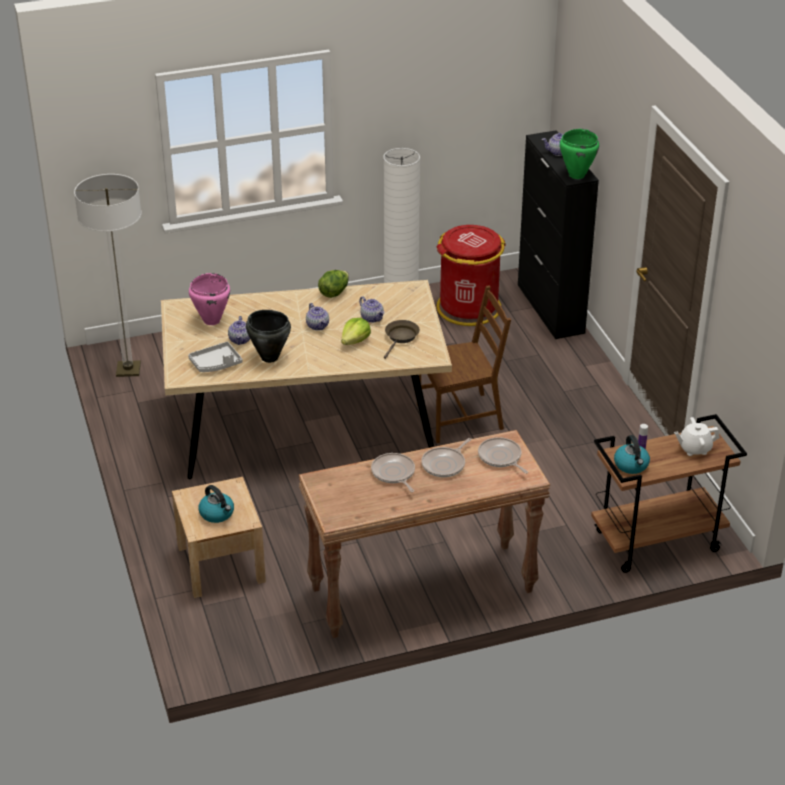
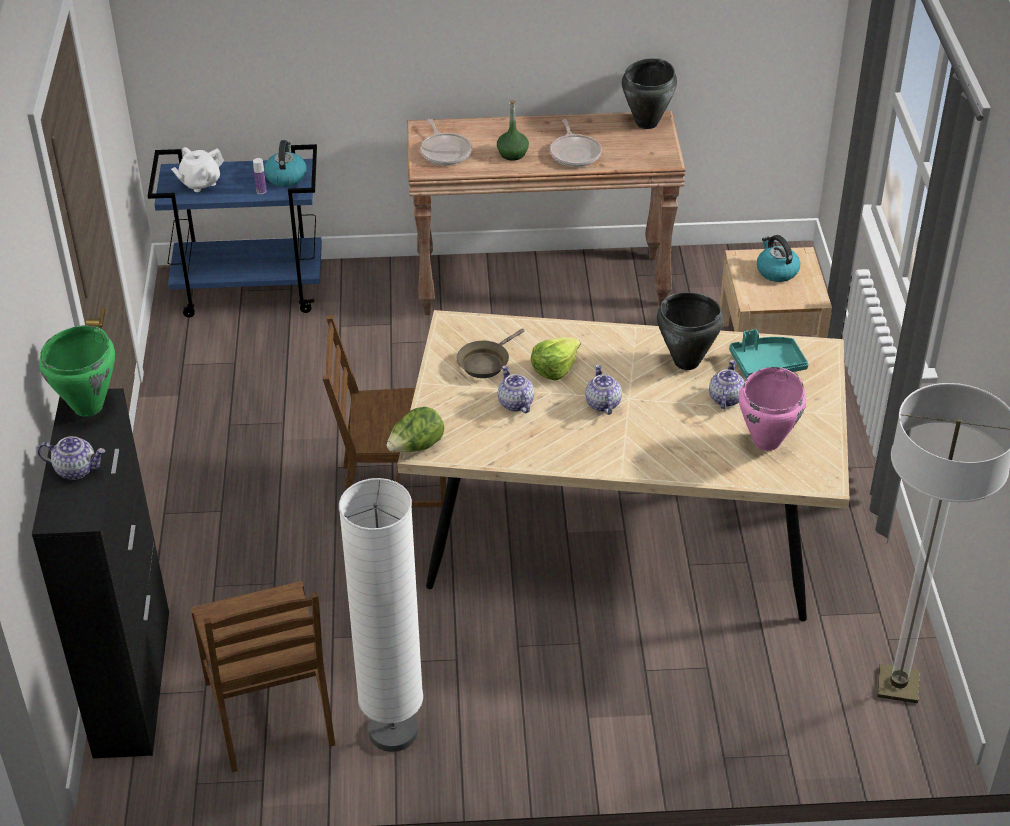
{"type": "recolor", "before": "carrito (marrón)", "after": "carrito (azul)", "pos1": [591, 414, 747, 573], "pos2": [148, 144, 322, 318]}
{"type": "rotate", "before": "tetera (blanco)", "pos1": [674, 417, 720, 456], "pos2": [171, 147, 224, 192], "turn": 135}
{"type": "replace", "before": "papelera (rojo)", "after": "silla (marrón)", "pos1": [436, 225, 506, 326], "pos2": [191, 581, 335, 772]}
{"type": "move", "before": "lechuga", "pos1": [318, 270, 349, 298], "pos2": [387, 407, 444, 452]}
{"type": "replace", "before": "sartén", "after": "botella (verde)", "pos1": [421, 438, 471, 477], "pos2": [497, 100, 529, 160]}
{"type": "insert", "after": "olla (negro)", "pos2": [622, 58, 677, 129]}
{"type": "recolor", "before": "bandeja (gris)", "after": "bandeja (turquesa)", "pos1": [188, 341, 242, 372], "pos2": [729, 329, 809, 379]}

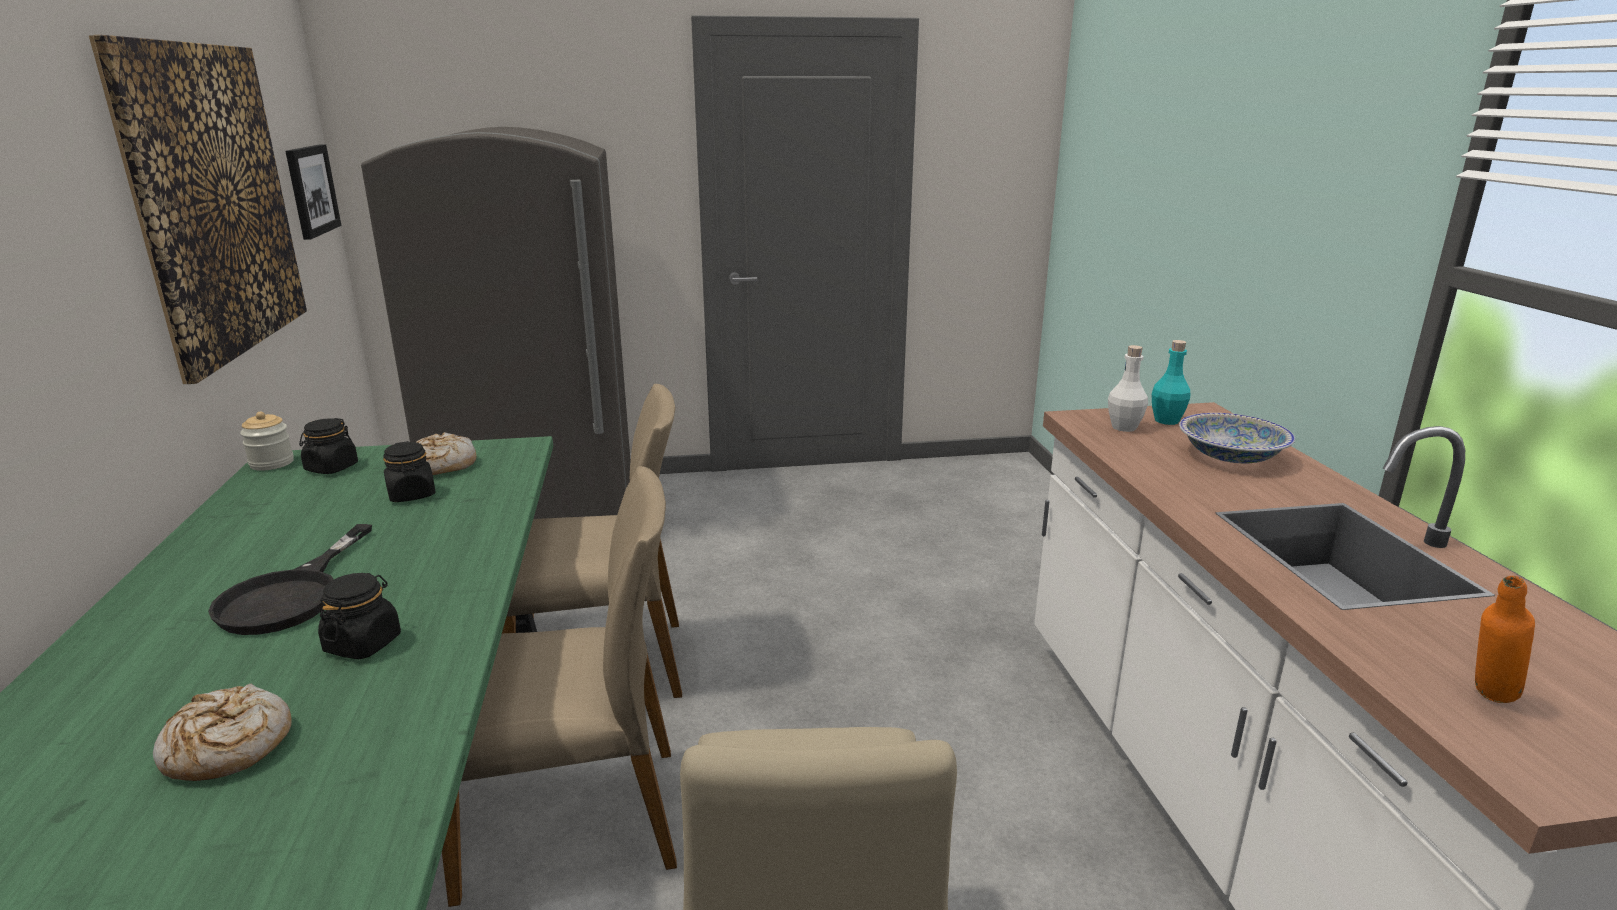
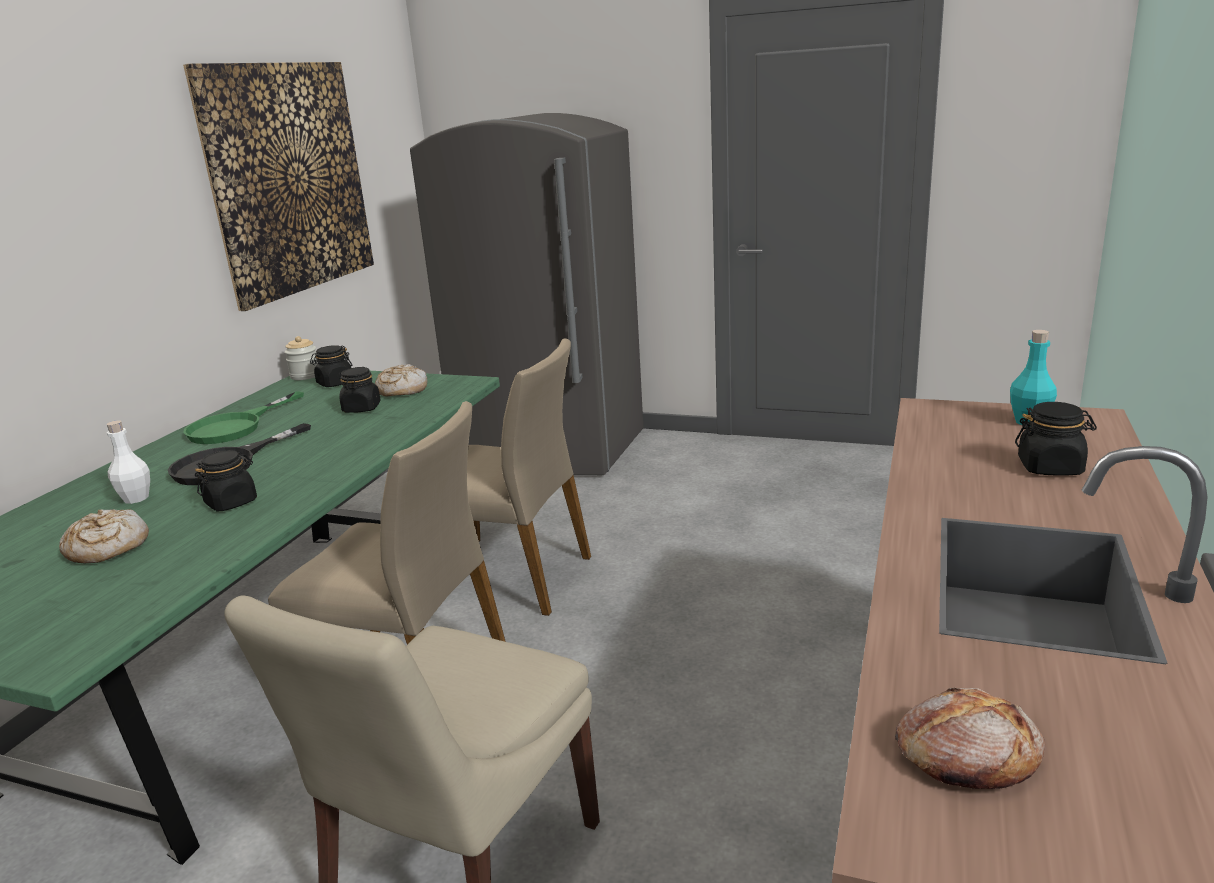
{"type": "move", "before": "botella (blanco)", "pos1": [1108, 345, 1148, 432], "pos2": [107, 420, 150, 504]}
{"type": "insert", "after": "sartén (verde)", "pos2": [183, 391, 304, 444]}
{"type": "replace", "before": "botella (naranja)", "after": "pan", "pos1": [1475, 576, 1535, 703], "pos2": [895, 688, 1045, 789]}
{"type": "replace", "before": "cuenco", "after": "tarro (negro)", "pos1": [1179, 413, 1295, 464], "pos2": [1015, 402, 1097, 476]}
{"type": "delete", "before": "cuadro", "pos1": [285, 144, 341, 240]}

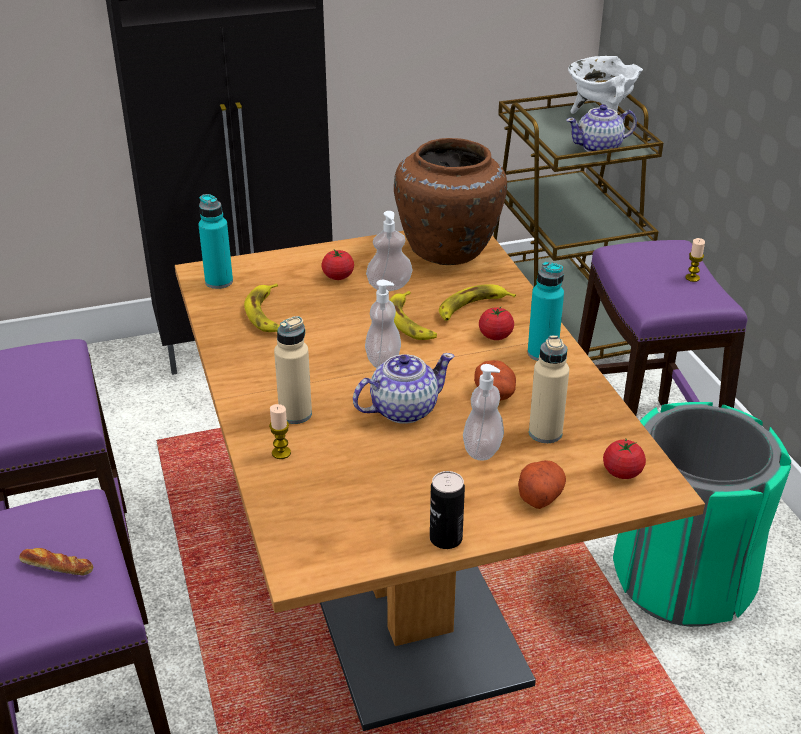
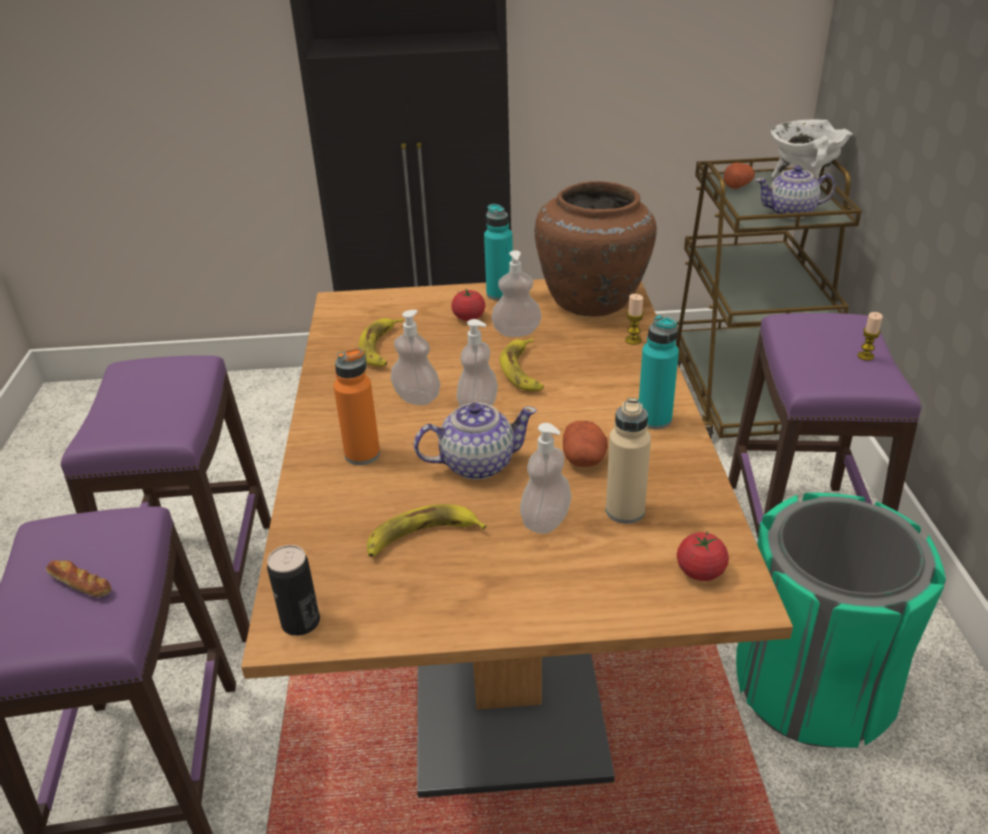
{"type": "move", "before": "lata", "pos1": [430, 471, 465, 549], "pos2": [267, 545, 320, 636]}
{"type": "recolor", "before": "botella (beis)", "after": "botella (naranja)", "pos1": [274, 316, 312, 424], "pos2": [334, 348, 380, 465]}
{"type": "move", "before": "plátano", "pos1": [439, 284, 516, 321], "pos2": [367, 504, 487, 557]}
{"type": "insert", "after": "dispensador de jabón", "pos2": [391, 310, 440, 405]}
{"type": "move", "before": "botella (turquesa)", "pos1": [198, 194, 233, 289], "pos2": [484, 204, 513, 301]}
{"type": "move", "before": "vela", "pos1": [269, 404, 291, 459], "pos2": [625, 294, 644, 345]}
{"type": "move", "before": "patata", "pos1": [518, 460, 566, 509], "pos2": [724, 162, 755, 189]}
{"type": "delete", "before": "tomate", "pos1": [479, 306, 514, 340]}

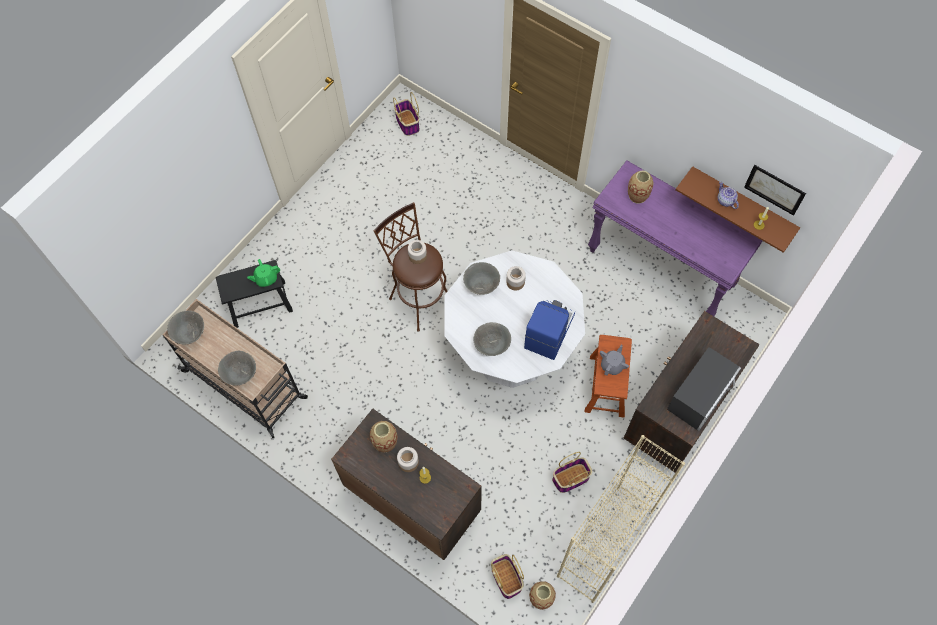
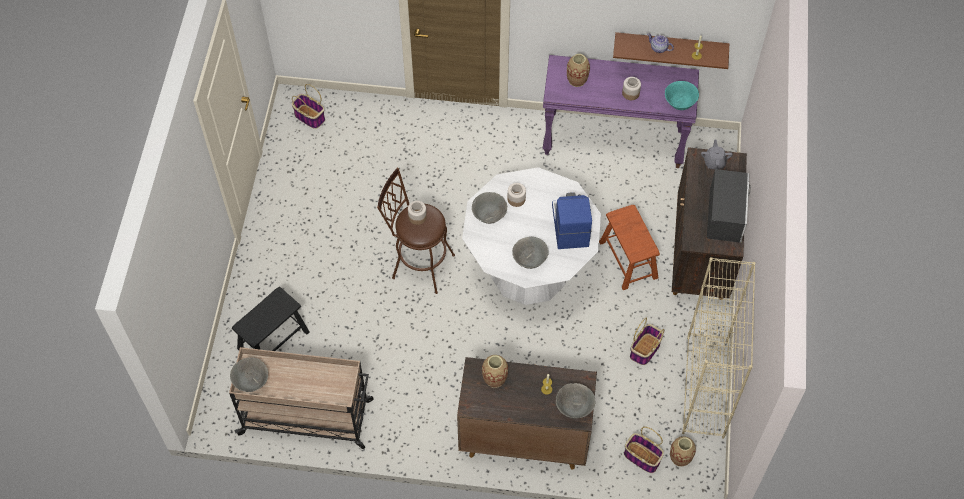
{"type": "move", "before": "cuenco (gris)", "pos1": [218, 351, 256, 386], "pos2": [556, 383, 596, 419]}
{"type": "move", "before": "tarro", "pos1": [397, 447, 419, 472], "pos2": [622, 77, 641, 100]}
{"type": "insert", "after": "cuenco (turquesa)", "pos2": [665, 81, 699, 110]}
{"type": "move", "before": "tetera (gris)", "pos1": [600, 345, 629, 376], "pos2": [701, 139, 733, 169]}
{"type": "delete", "before": "tetera (verde)", "pos1": [247, 259, 280, 287]}
{"type": "delete", "before": "cuadro", "pos1": [744, 165, 806, 216]}

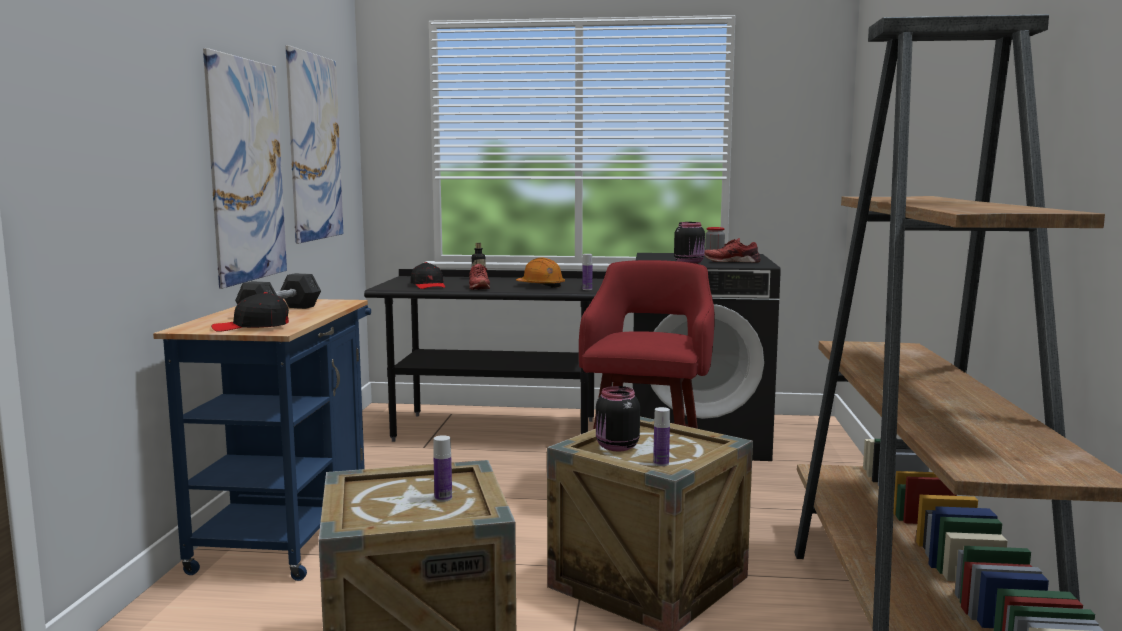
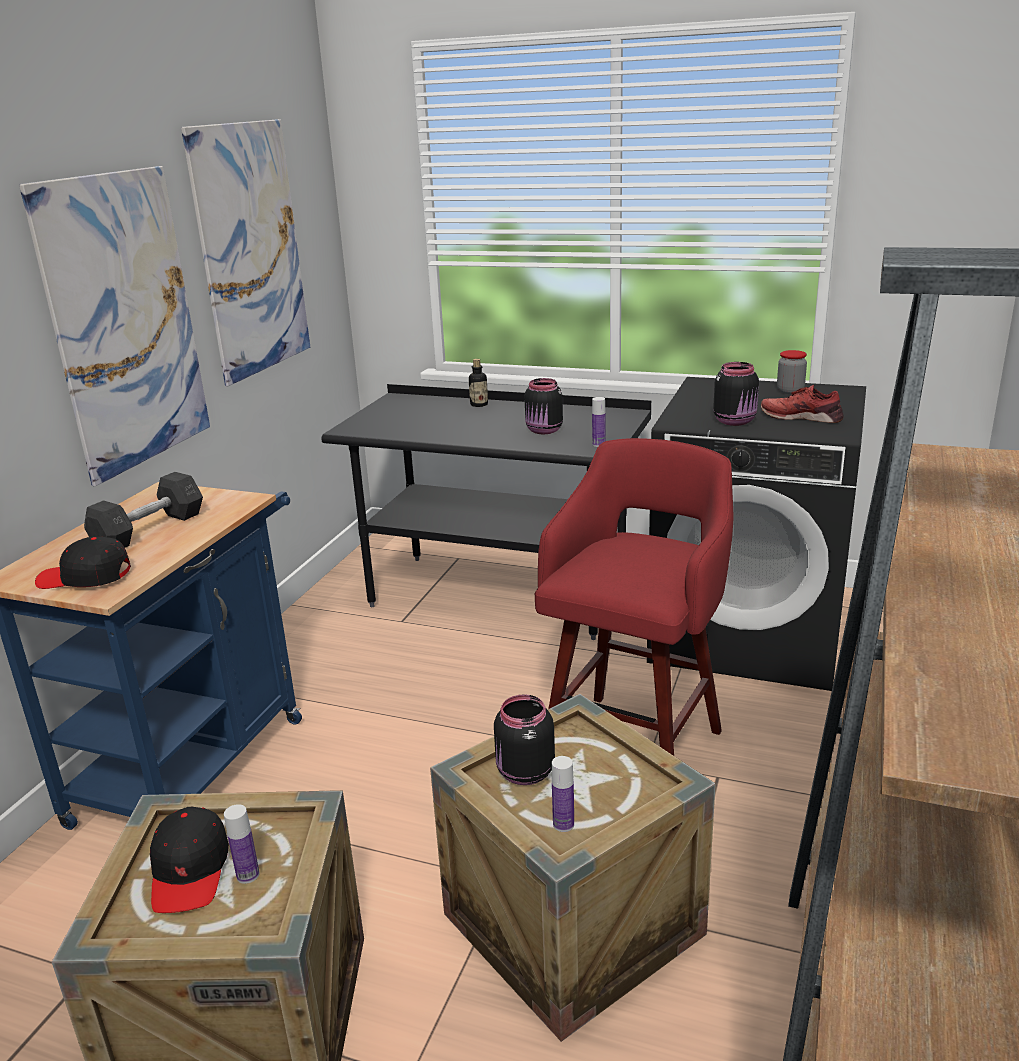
{"type": "move", "before": "gorra (negro)", "pos1": [411, 262, 445, 289], "pos2": [150, 807, 229, 913]}
{"type": "replace", "before": "casco (naranja)", "after": "tarro (negro)", "pos1": [516, 257, 565, 288], "pos2": [524, 378, 563, 434]}
{"type": "delete", "before": "zapato (rojo)", "pos1": [469, 264, 490, 290]}

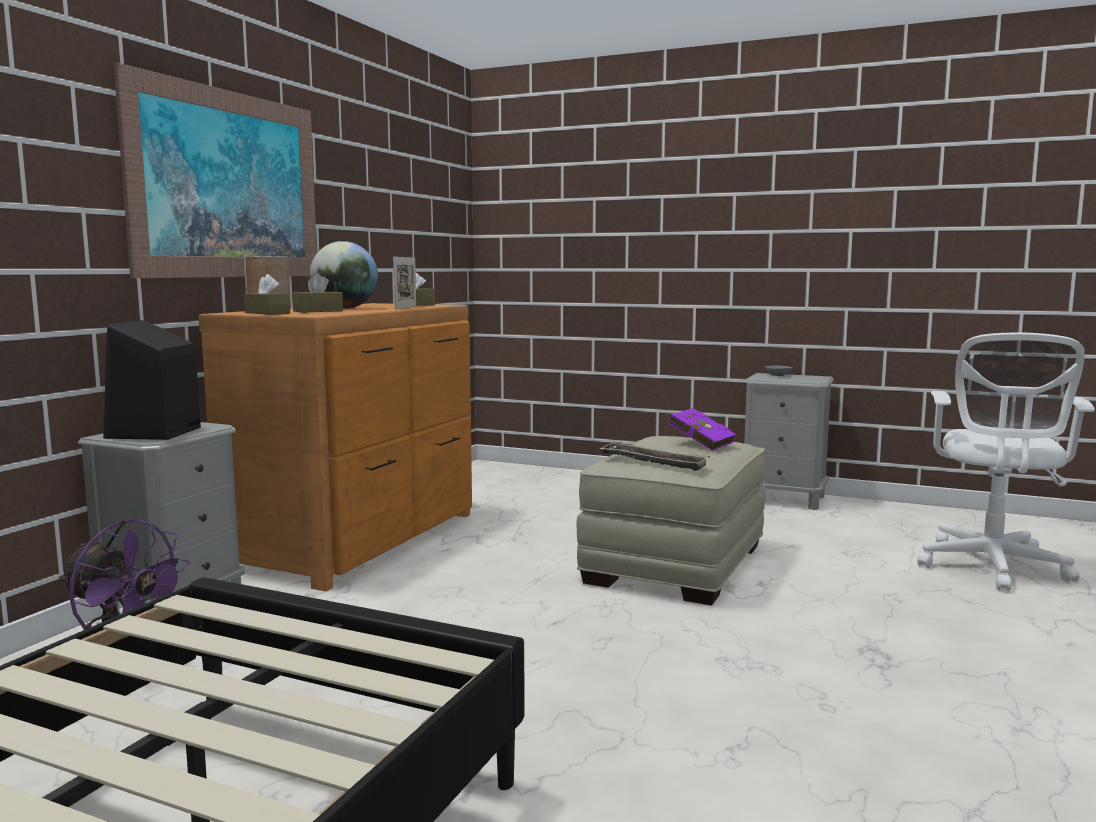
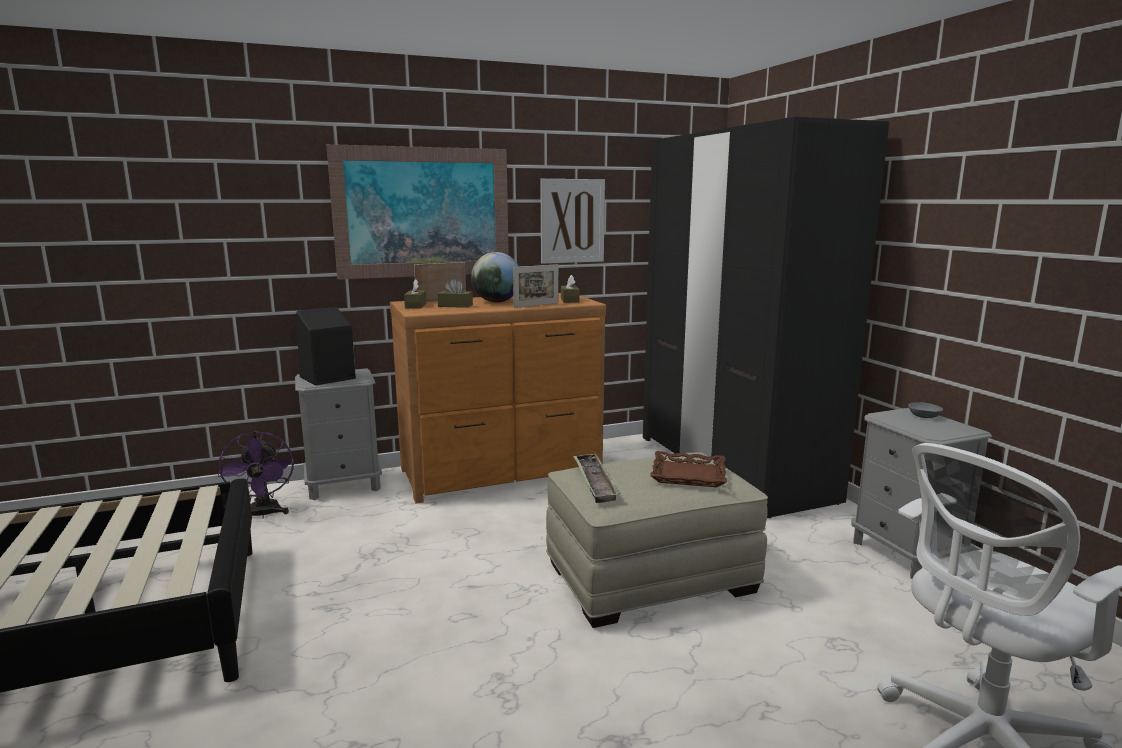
{"type": "insert", "after": "cuadro", "pos2": [540, 179, 605, 264]}
{"type": "insert", "after": "armario ropero (negro)", "pos2": [643, 116, 889, 518]}
{"type": "replace", "before": "libro (morado)", "after": "bandeja (marrón)", "pos1": [668, 408, 736, 451], "pos2": [650, 451, 727, 487]}

